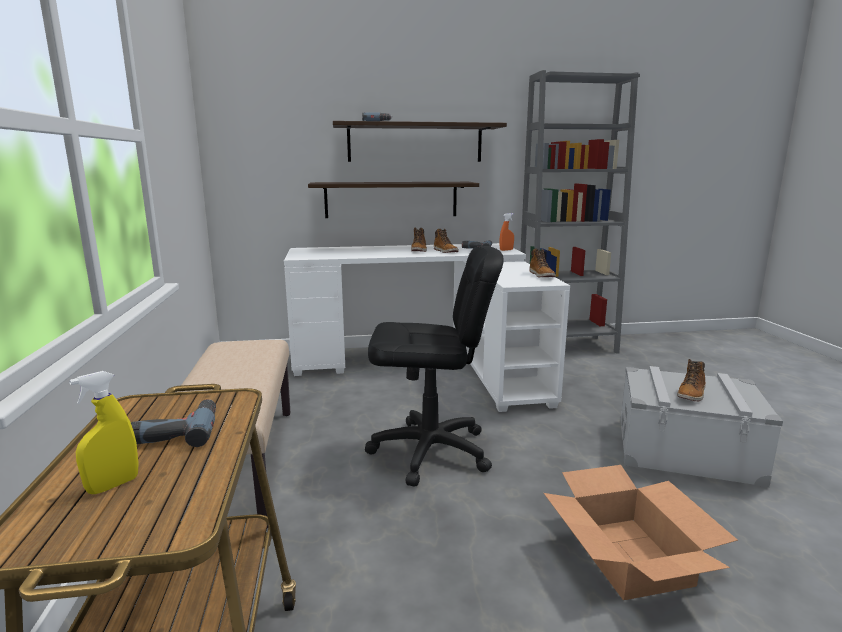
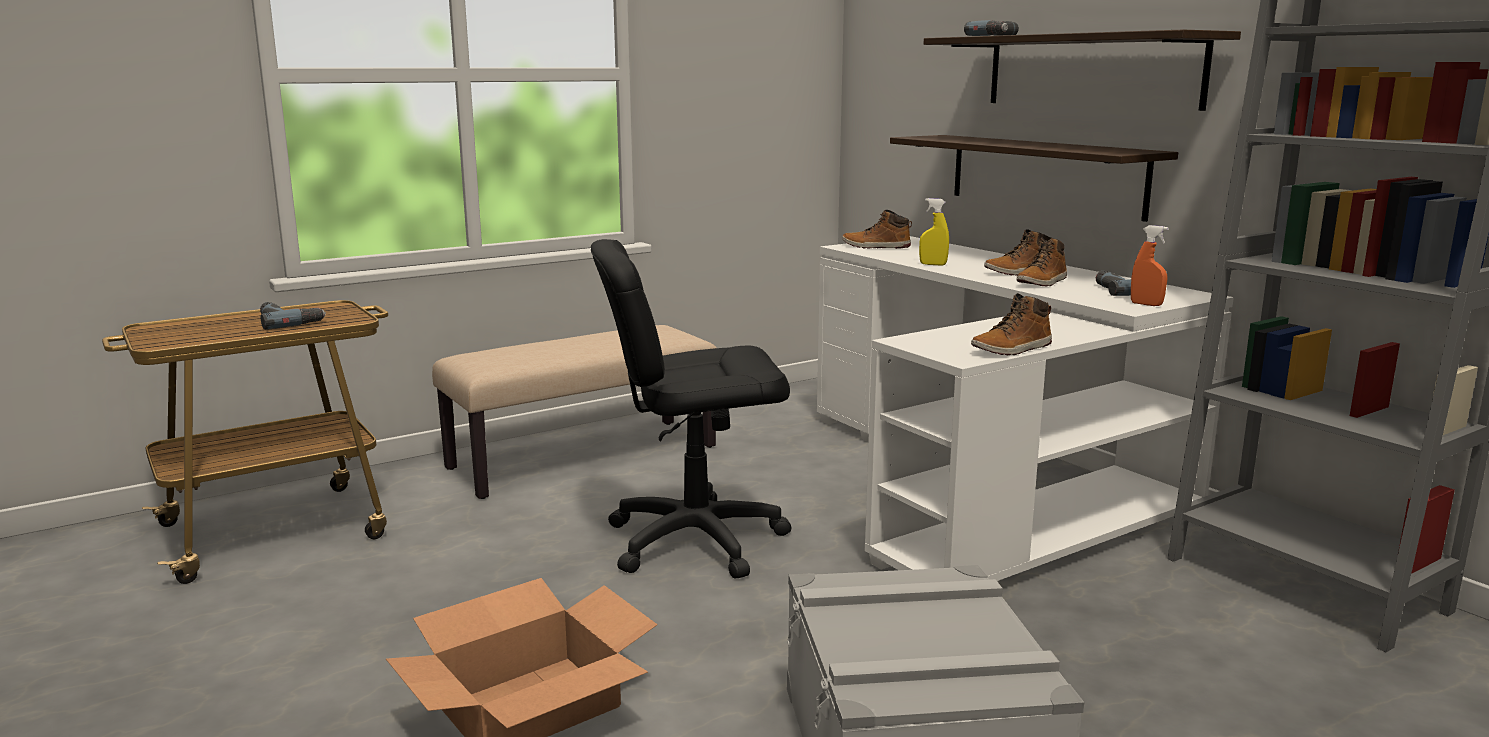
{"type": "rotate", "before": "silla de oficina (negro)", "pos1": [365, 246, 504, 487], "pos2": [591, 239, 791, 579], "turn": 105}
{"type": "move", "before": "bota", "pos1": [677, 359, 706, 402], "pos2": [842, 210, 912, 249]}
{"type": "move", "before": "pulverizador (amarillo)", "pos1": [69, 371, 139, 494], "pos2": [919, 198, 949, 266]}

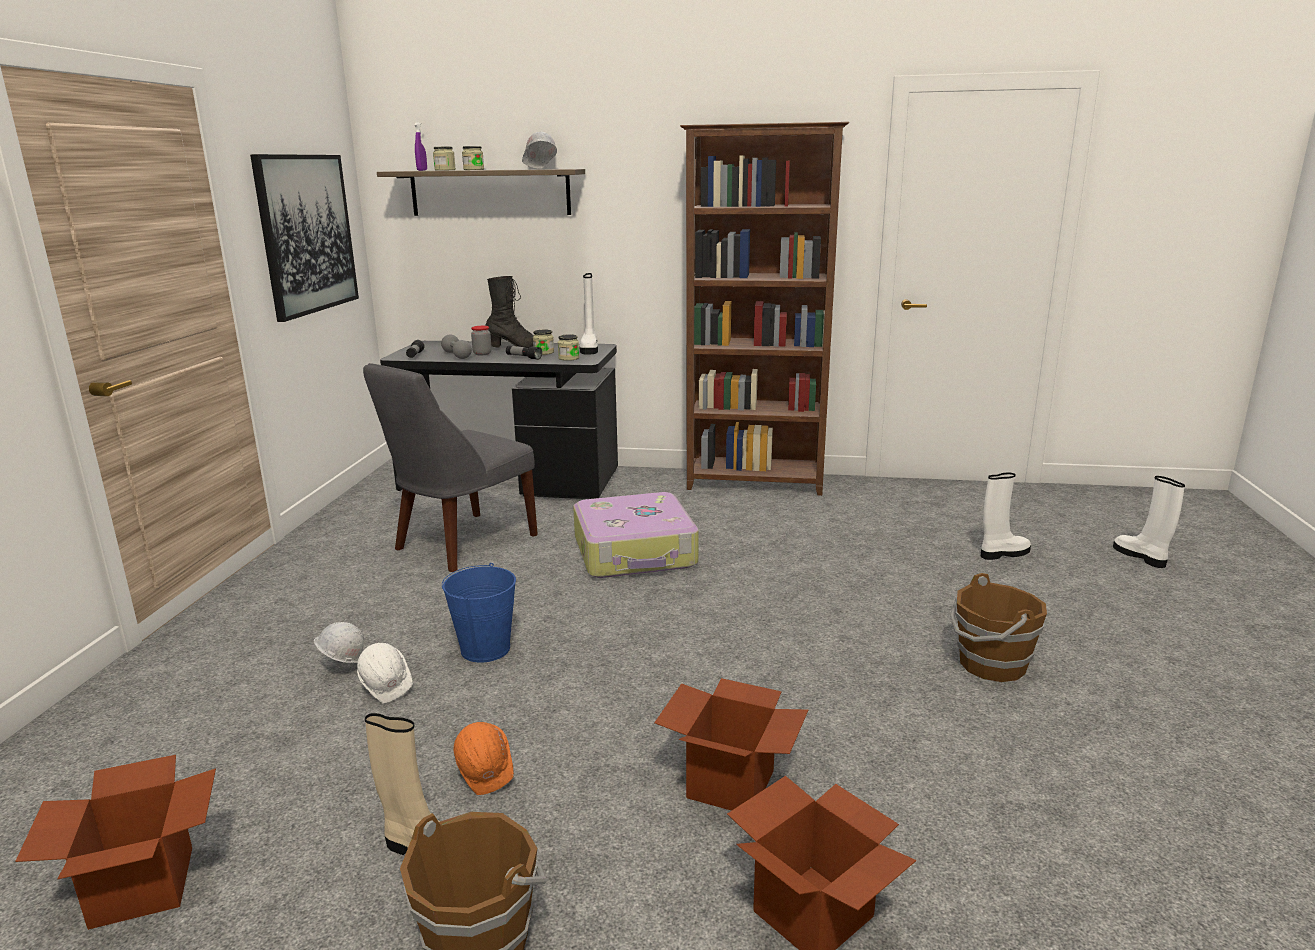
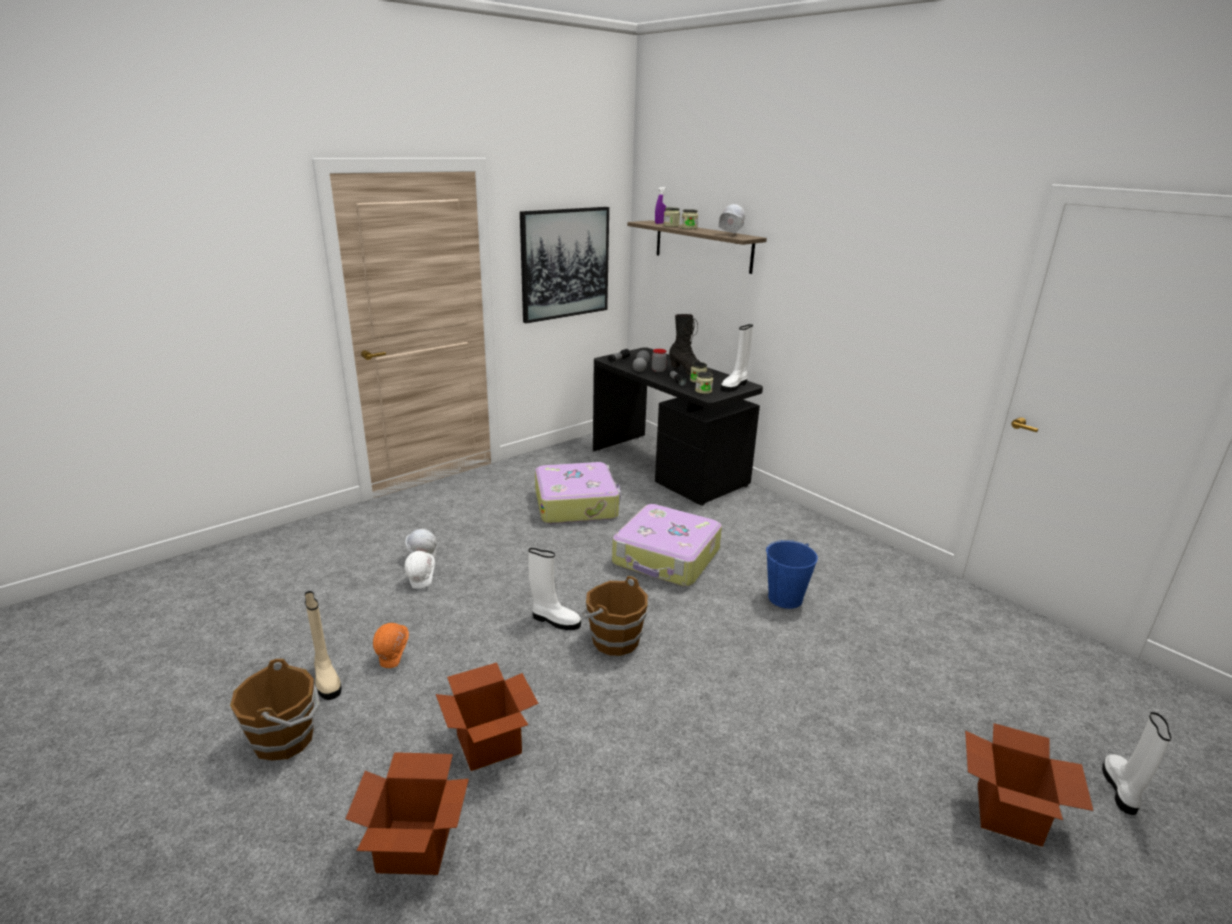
{"type": "move", "before": "bota (blanco)", "pos1": [981, 473, 1031, 560], "pos2": [528, 548, 581, 630]}
{"type": "replace", "before": "silla (gris)", "after": "maleta", "pos1": [363, 363, 538, 572], "pos2": [535, 462, 621, 524]}
{"type": "move", "before": "cubo (marrón)", "pos1": [950, 573, 1047, 682], "pos2": [583, 576, 648, 656]}
{"type": "move", "before": "cubo (azul)", "pos1": [442, 563, 516, 663], "pos2": [766, 540, 818, 609]}
{"type": "move", "before": "caja de cartón", "pos1": [15, 755, 216, 930], "pos2": [965, 723, 1093, 847]}
{"type": "delete", "before": "estantería (marrón)", "pos1": [680, 122, 849, 496]}

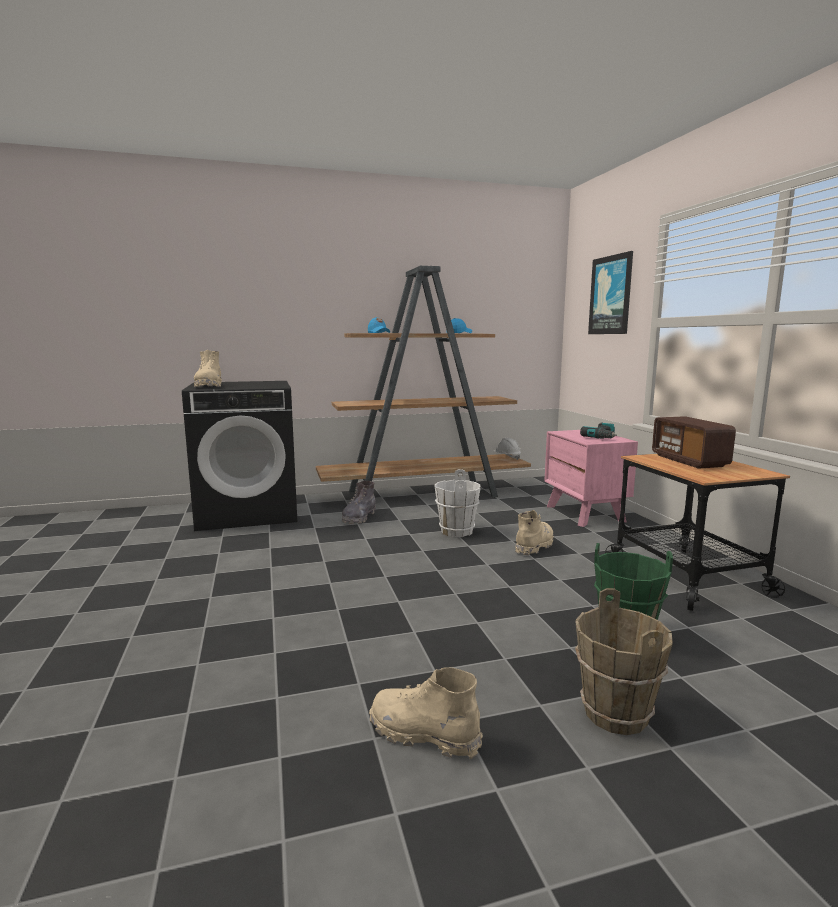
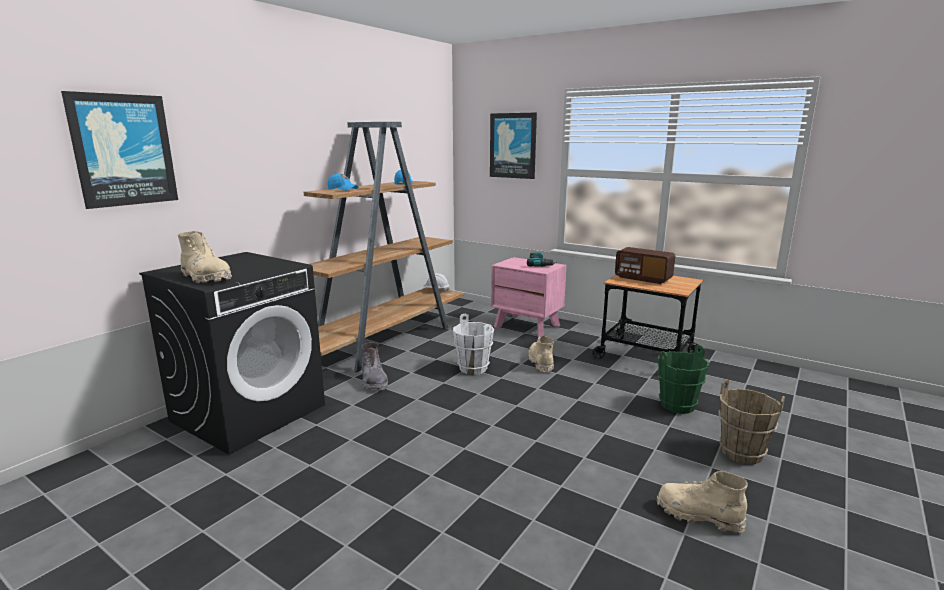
{"type": "insert", "after": "cuadro", "pos2": [61, 91, 178, 209]}
{"type": "rotate", "before": "bota (beis)", "pos1": [369, 667, 482, 759], "pos2": [656, 471, 748, 534], "turn": 45}

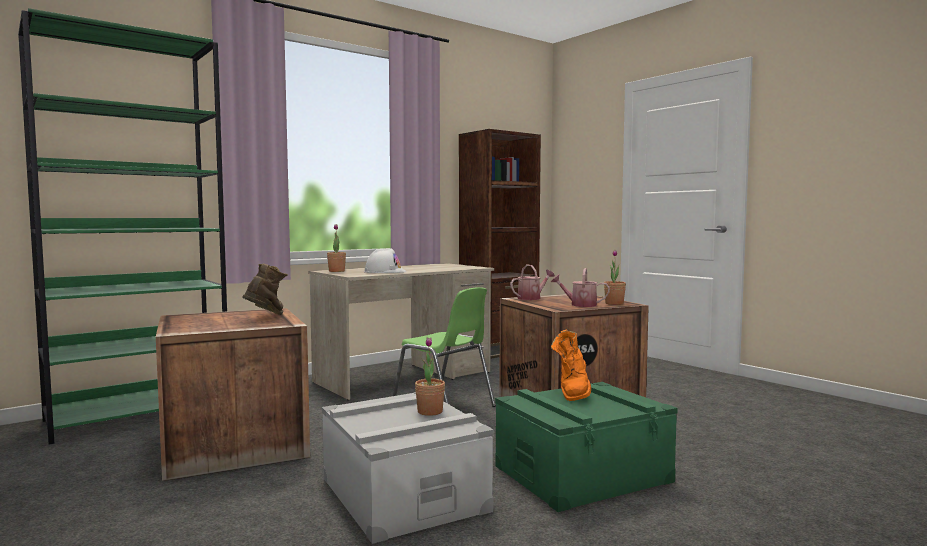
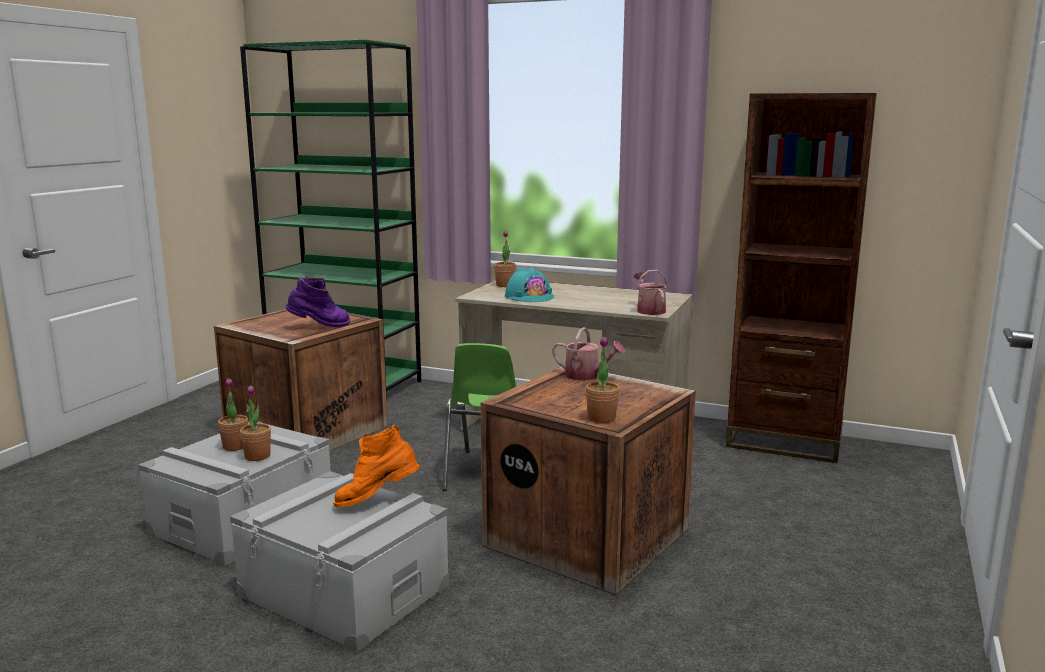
{"type": "insert", "after": "planta en maceta", "pos2": [218, 378, 248, 451]}
{"type": "recolor", "before": "caja de almacenaje (verde)", "after": "caja de almacenaje (gris)", "pos1": [495, 382, 678, 512], "pos2": [230, 471, 449, 652]}
{"type": "recolor", "before": "bota (marrón)", "after": "bota (morado)", "pos1": [242, 263, 288, 315], "pos2": [286, 277, 350, 327]}
{"type": "recolor", "before": "casco (blanco)", "after": "casco (turquesa)", "pos1": [364, 248, 406, 273], "pos2": [505, 267, 554, 302]}
{"type": "move", "before": "regadera", "pos1": [551, 268, 610, 307], "pos2": [634, 270, 668, 315]}

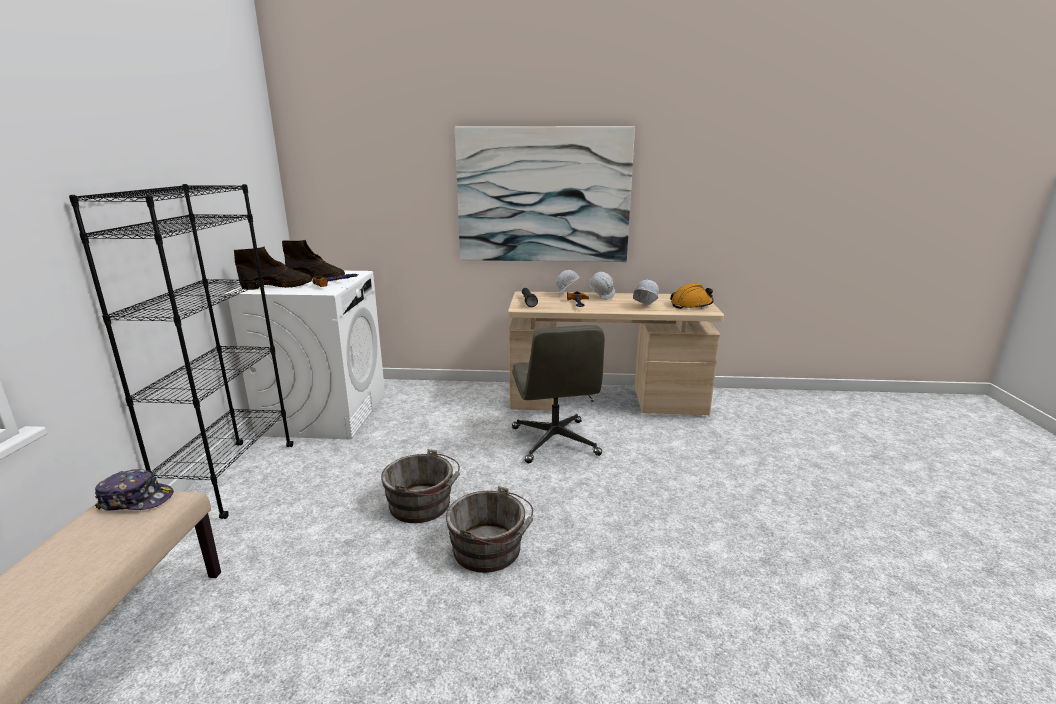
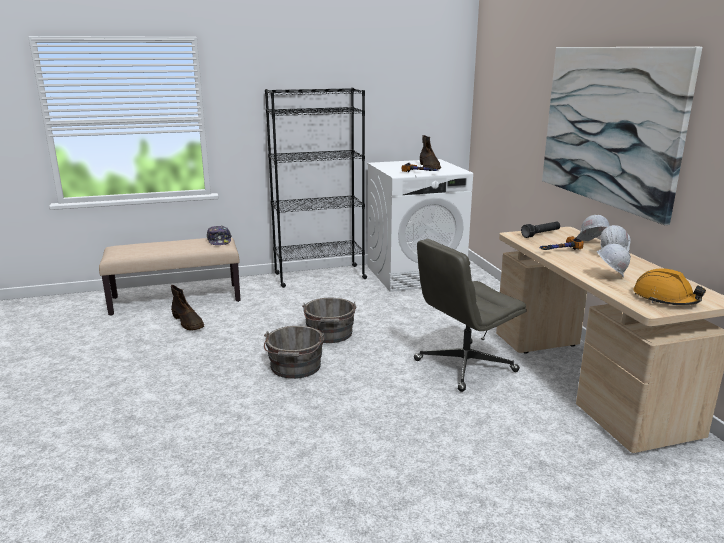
{"type": "move", "before": "bota (marrón)", "pos1": [234, 246, 312, 290], "pos2": [171, 285, 204, 330]}

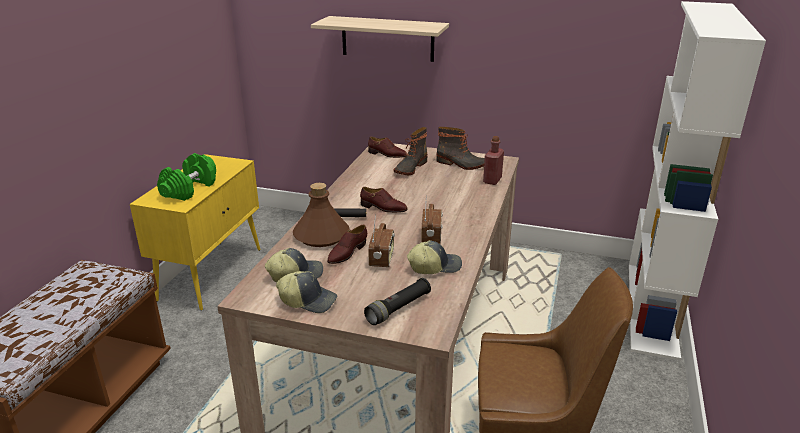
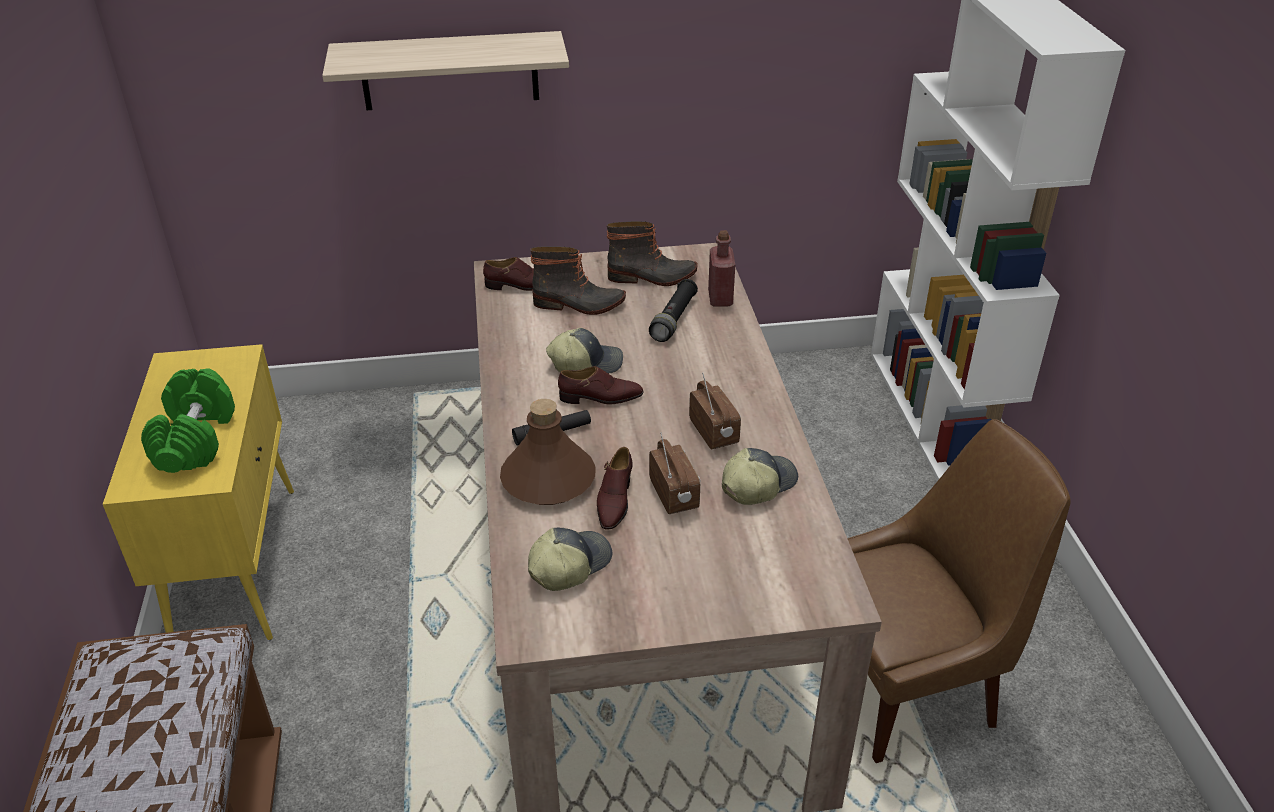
{"type": "rotate", "before": "bota", "pos1": [393, 127, 428, 175], "pos2": [531, 246, 626, 315], "turn": -90}
{"type": "move", "before": "gorra", "pos1": [276, 271, 337, 313], "pos2": [546, 328, 623, 373]}
{"type": "move", "before": "linterna (negro)", "pos1": [364, 278, 431, 325], "pos2": [649, 279, 698, 342]}

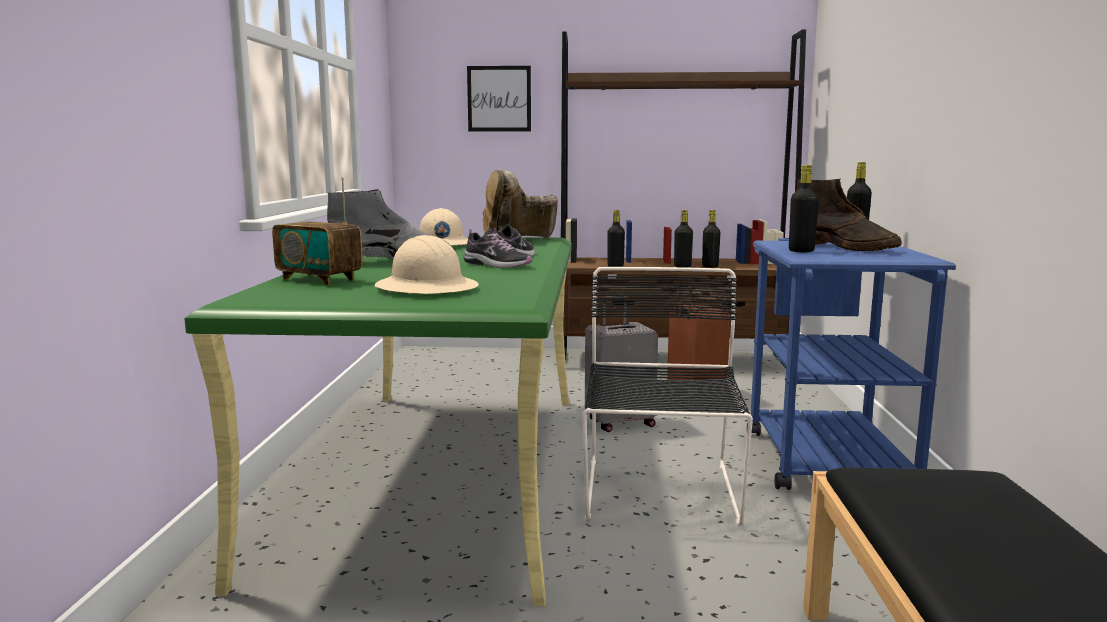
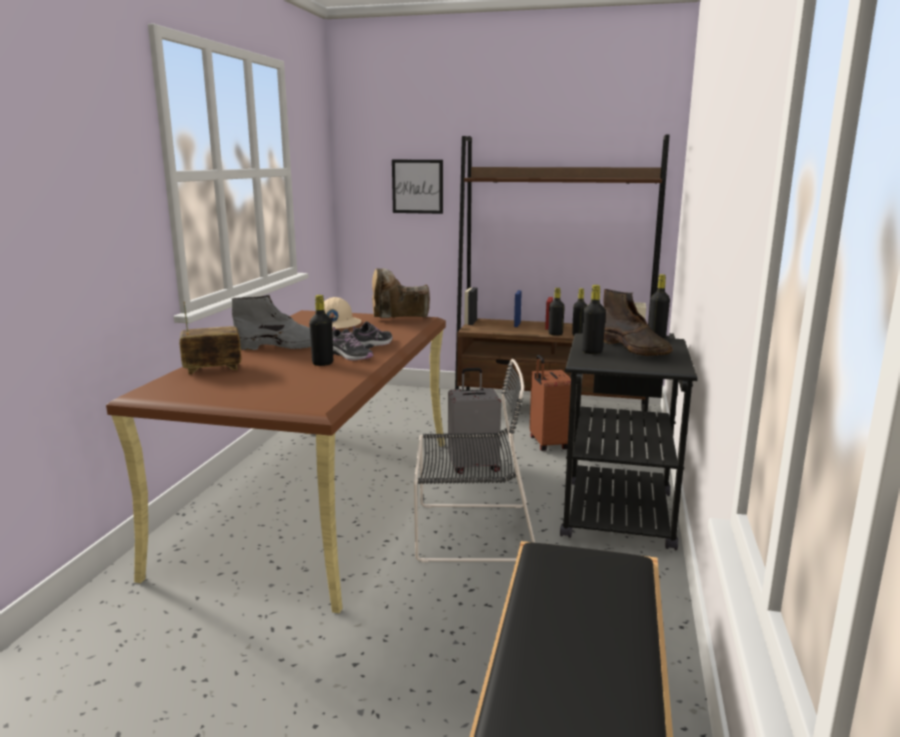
{"type": "recolor", "before": "escritorio (verde)", "after": "escritorio (marrón)", "pos1": [184, 237, 571, 607], "pos2": [106, 310, 446, 613]}
{"type": "rotate", "before": "radio", "pos1": [272, 178, 363, 285], "pos2": [179, 302, 241, 375], "turn": 120}
{"type": "move", "before": "botella (negro)", "pos1": [607, 210, 625, 267], "pos2": [309, 295, 333, 366]}
{"type": "rotate", "before": "silla (negro)", "pos1": [582, 267, 753, 526], "pos2": [414, 359, 535, 562], "turn": 75}
{"type": "recolor", "before": "carrito (azul)", "after": "carrito (negro)", "pos1": [747, 238, 956, 490], "pos2": [560, 333, 698, 550]}
{"type": "delete", "before": "casco (beis)", "pos1": [375, 235, 479, 294]}

